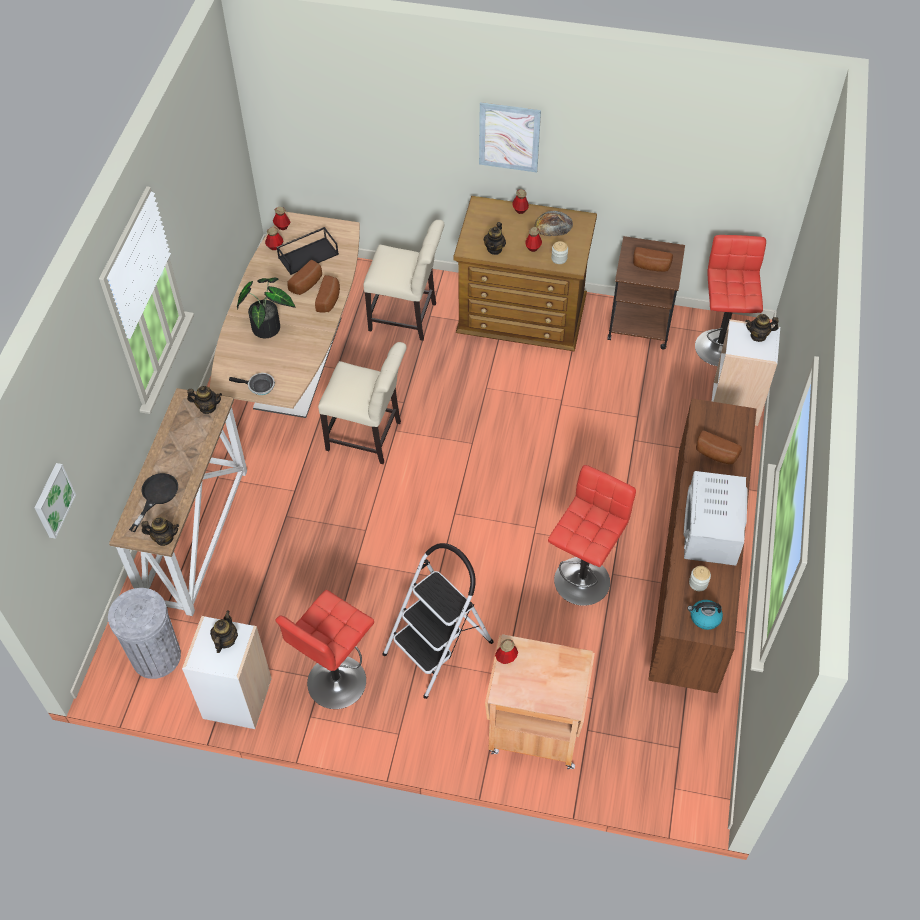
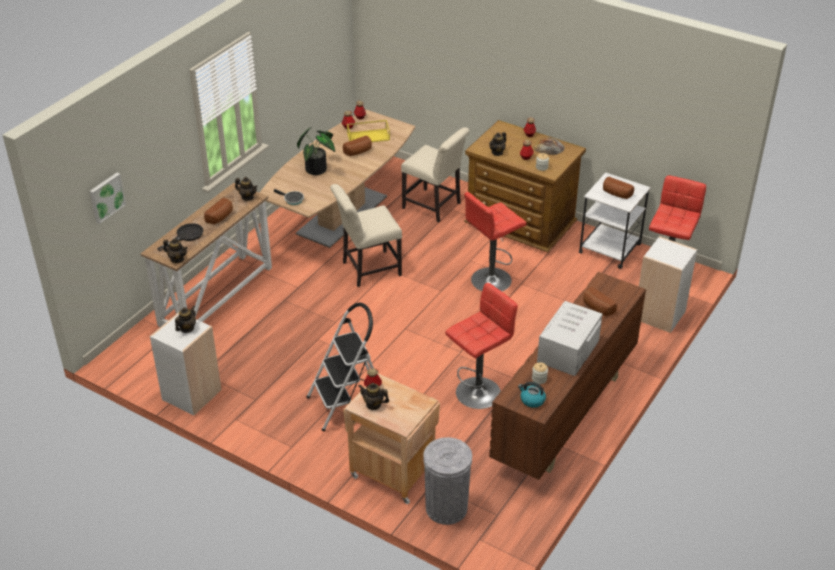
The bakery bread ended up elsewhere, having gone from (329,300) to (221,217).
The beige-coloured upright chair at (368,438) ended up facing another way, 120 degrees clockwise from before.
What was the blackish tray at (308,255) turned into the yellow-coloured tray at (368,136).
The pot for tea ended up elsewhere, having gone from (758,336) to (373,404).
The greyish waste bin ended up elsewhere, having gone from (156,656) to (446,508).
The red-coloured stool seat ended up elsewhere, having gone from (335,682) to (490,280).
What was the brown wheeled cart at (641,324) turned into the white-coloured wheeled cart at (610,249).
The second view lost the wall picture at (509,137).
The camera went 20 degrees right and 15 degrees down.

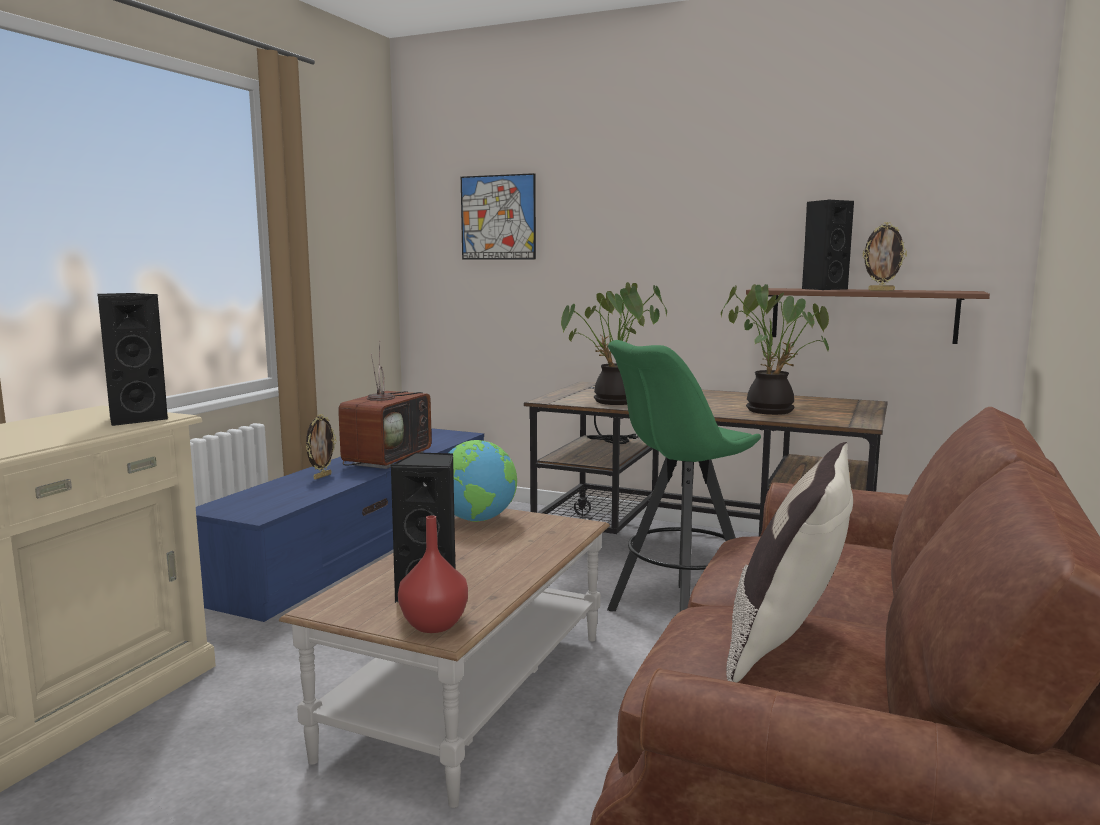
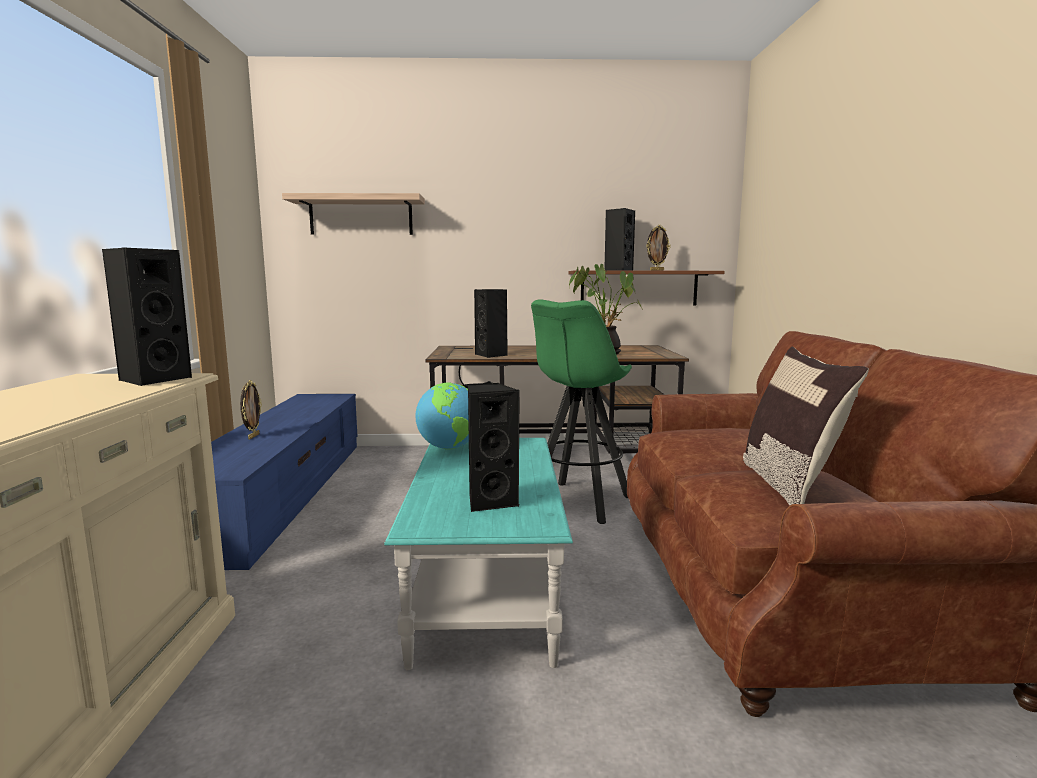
Where the wall picture hung at (498,217), the wall shelf came to hang at (361,216).
What was the brown low table at (471,692) turned into the turquoise-coloured low table at (486,583).
Where the plant in a pot stood at (612,402), the blackish audio speaker came to stand at (492,355).
The second view lost the TV at (387,458).
The second view lost the red-coloured flower vase at (434,624).
The camera went 25 degrees left and 0 degrees up.

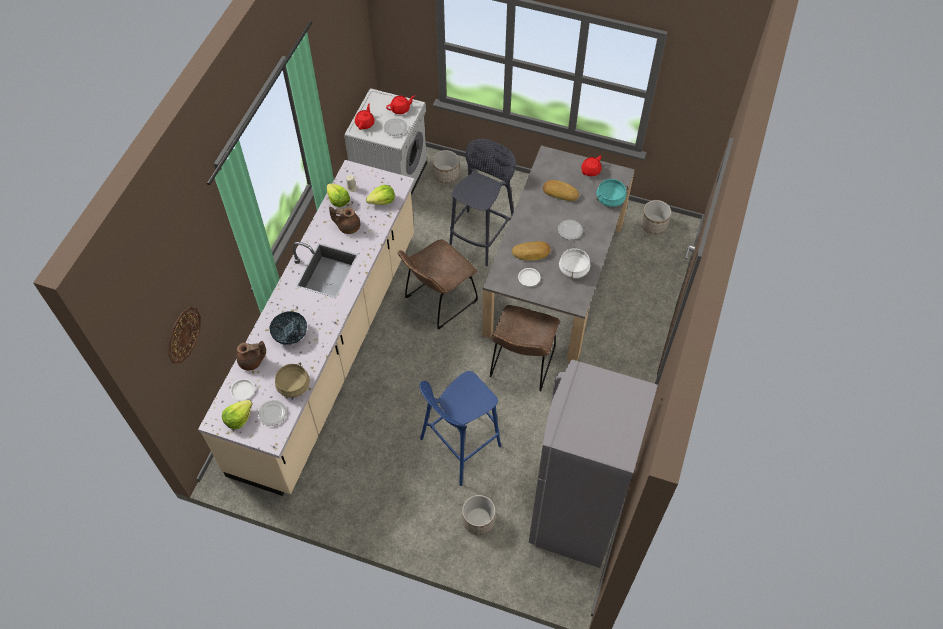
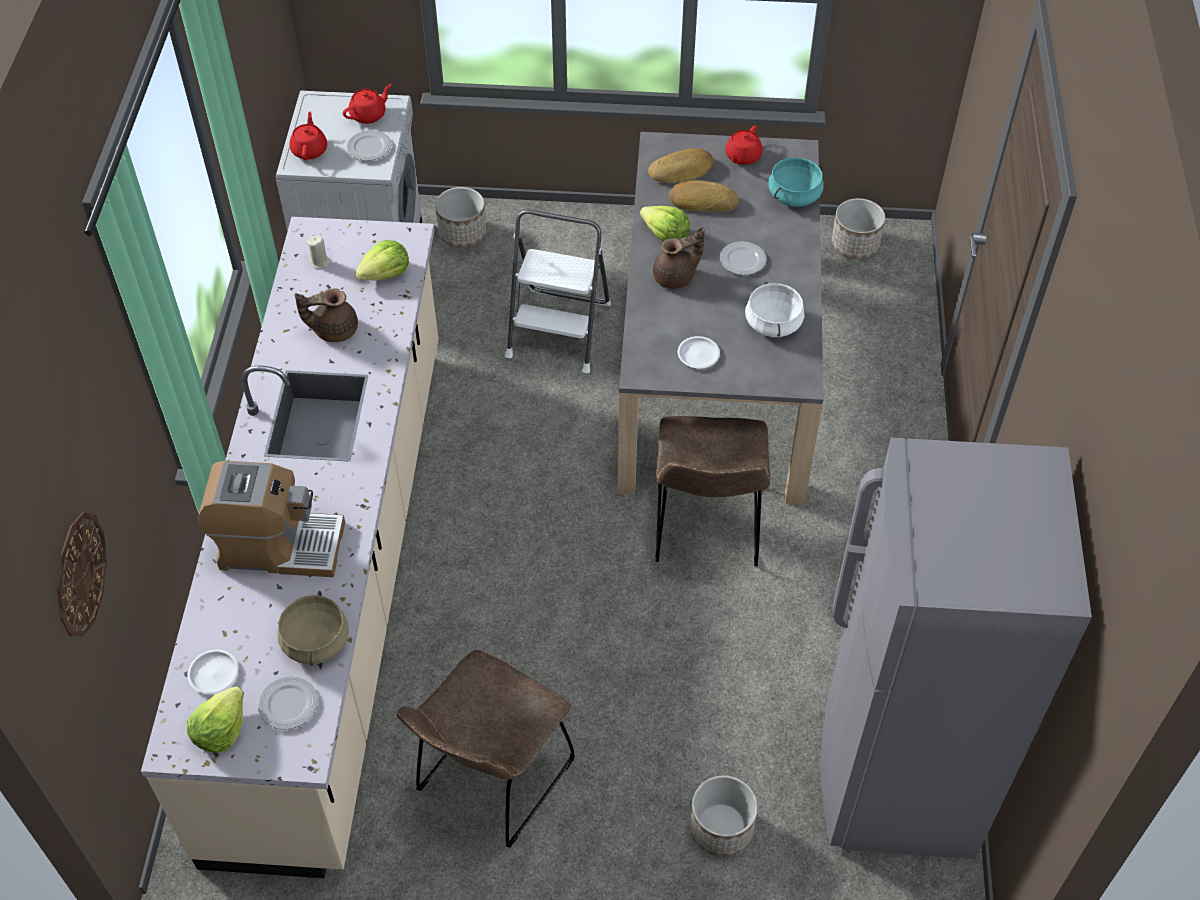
Where the serving bowl stood at (290,334), the coffee brewer came to stand at (279,545).
The brown upright chair ended up elsewhere, having gone from (438,301) to (491,781).
Where the greyish stool seat stood at (481,238), the white-coloured step stool came to stand at (561,326).
The lettuce ended up elsewhere, having gone from (338,200) to (665,235).
The bakery bread ended up elsewhere, having gone from (531,253) to (681,171).
The brown pot for tea ended up elsewhere, having gone from (252,361) to (676,277).
The second view lost the bluish stool seat at (461,446).
The camera went 15 degrees left and 5 degrees down.

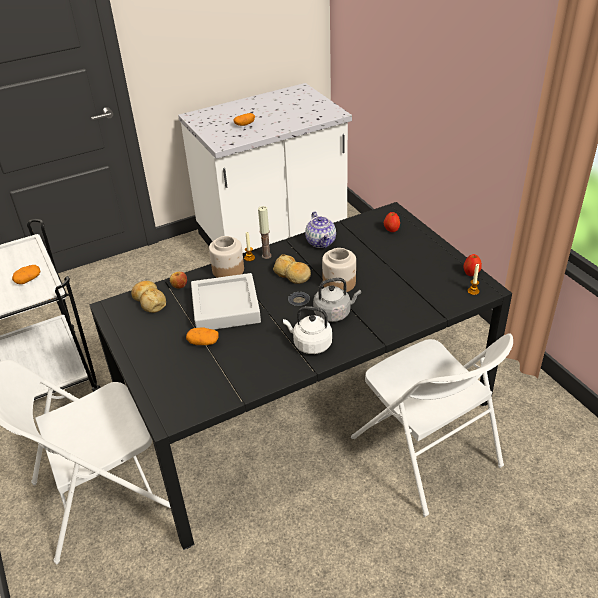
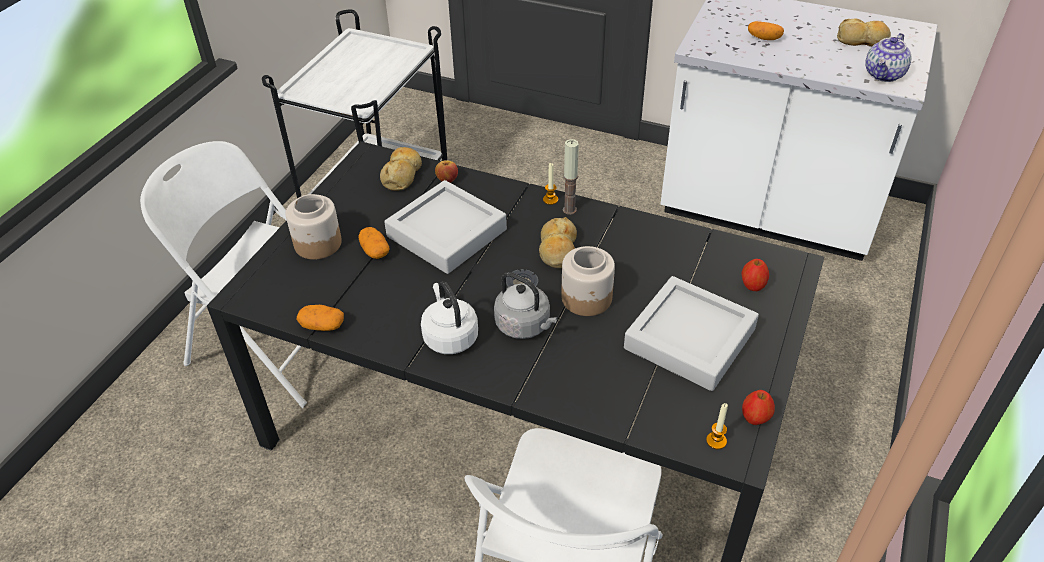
The preserve jar ended up elsewhere, having gone from (227,270) to (317,243).
The potato ended up elsewhere, having gone from (28,280) to (322,326).
The second view gained the greyish tray at (689,339).
The second view gained the bakery bread at (862,40).
The pot for tea ended up elsewhere, having gone from (321,242) to (884,75).
The camera went 50 degrees right and 5 degrees up.

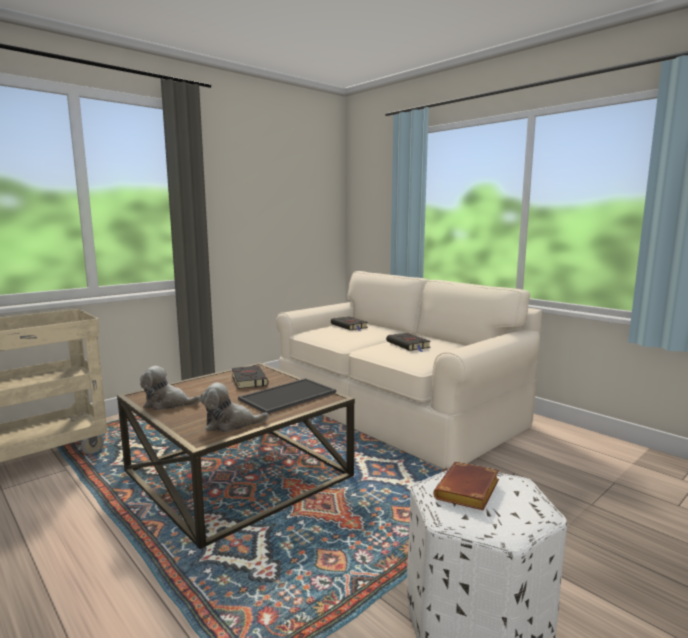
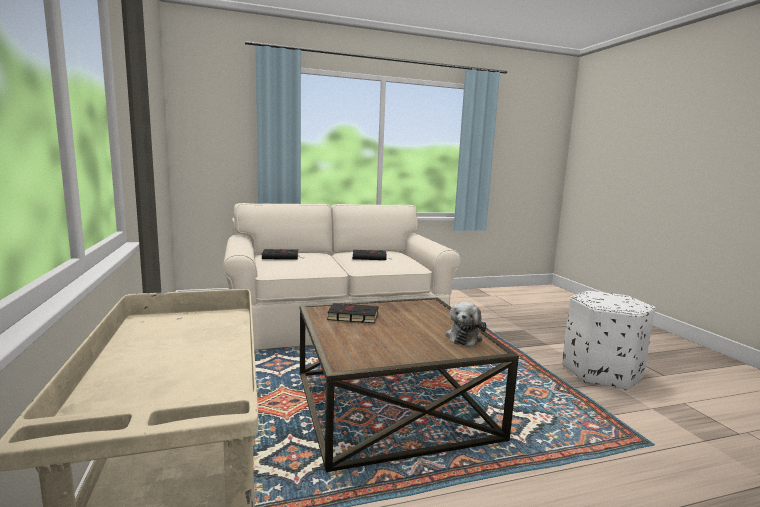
The second view lost the cuddly toy at (167,404).
The second view lost the tray at (288,396).
The second view lost the brown bound book at (468,492).
The camera went 65 degrees left and 0 degrees up.

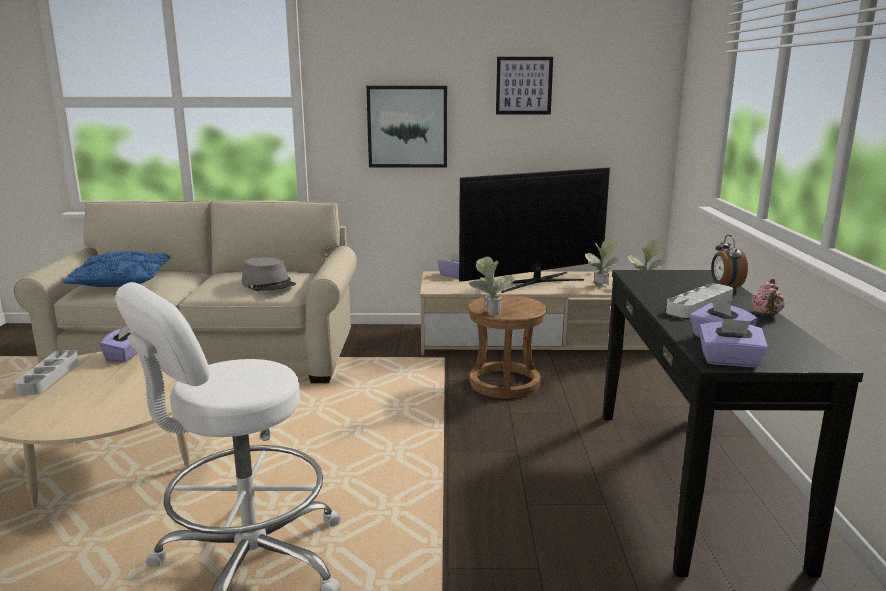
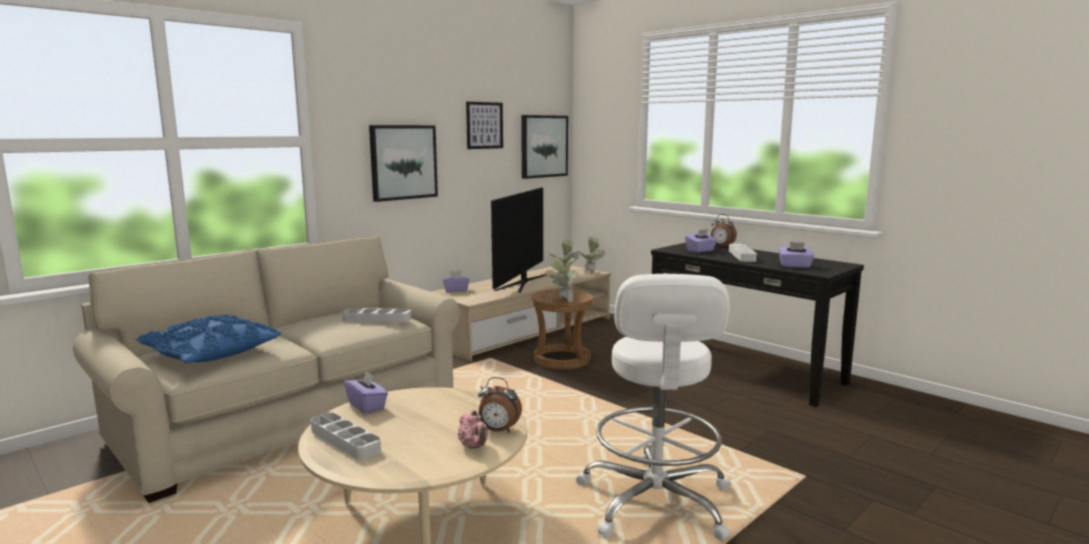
Where the greyish hat stood at (269,284), the greyish tray came to stand at (377,319).
The pinkish pot for tea ended up elsewhere, having gone from (766,315) to (474,446).
The second view gained the table clock at (498,431).
The second view gained the wall picture at (543,146).
The purplish tissue holder ended up elsewhere, having gone from (729,361) to (700,250).
The camera went 45 degrees left and 5 degrees down.

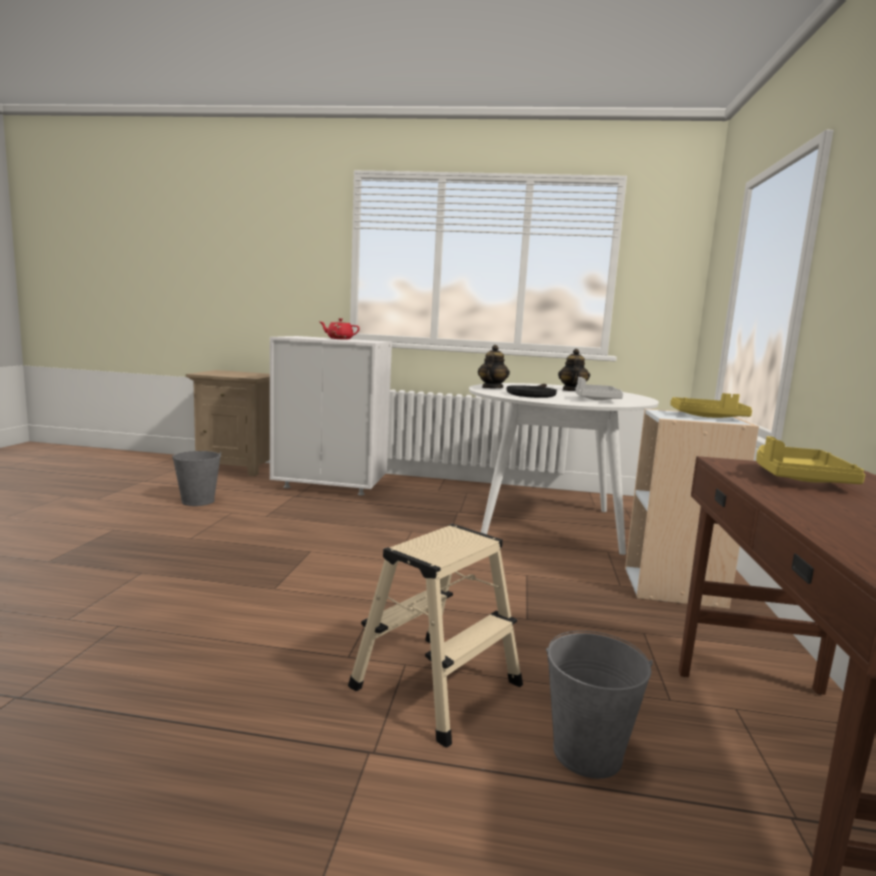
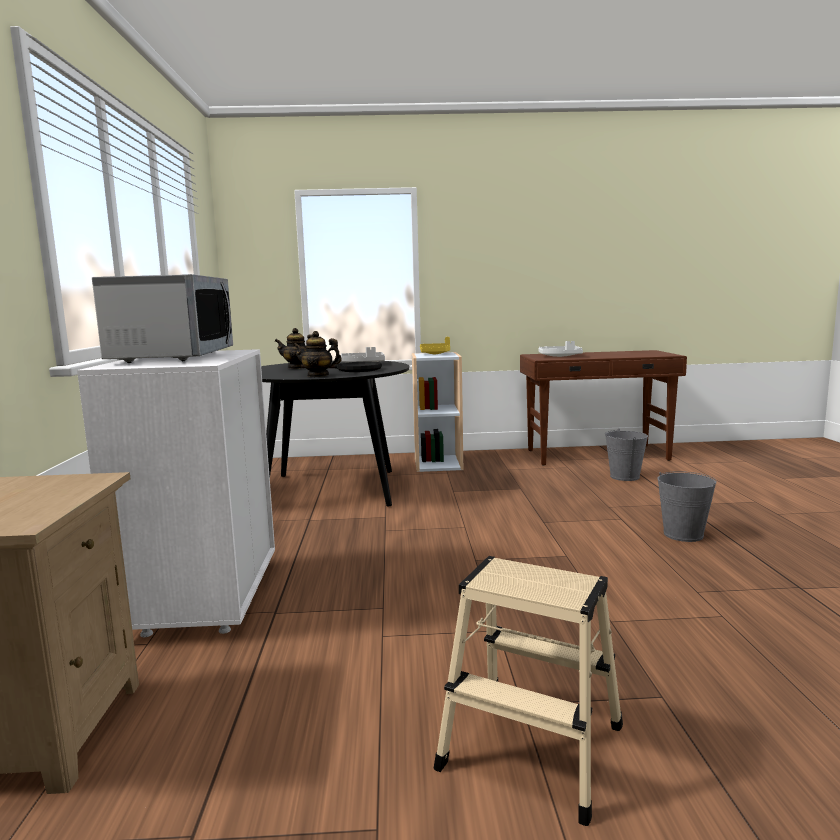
Where the red-coloured pot for tea stood at (339,339), the microwave oven came to stand at (173,357).
What was the white-coloured kitchen table at (548,524) turned into the blackish kitchen table at (331,490).
The beige-coloured step stool ended up elsewhere, having gone from (436,685) to (533,745).
What was the yellow-coloured tray at (797,478) turned into the white-coloured tray at (560,356).
The greyish bucket ended up elsewhere, having gone from (198,501) to (683,535).
The camera went 100 degrees left and 0 degrees up.

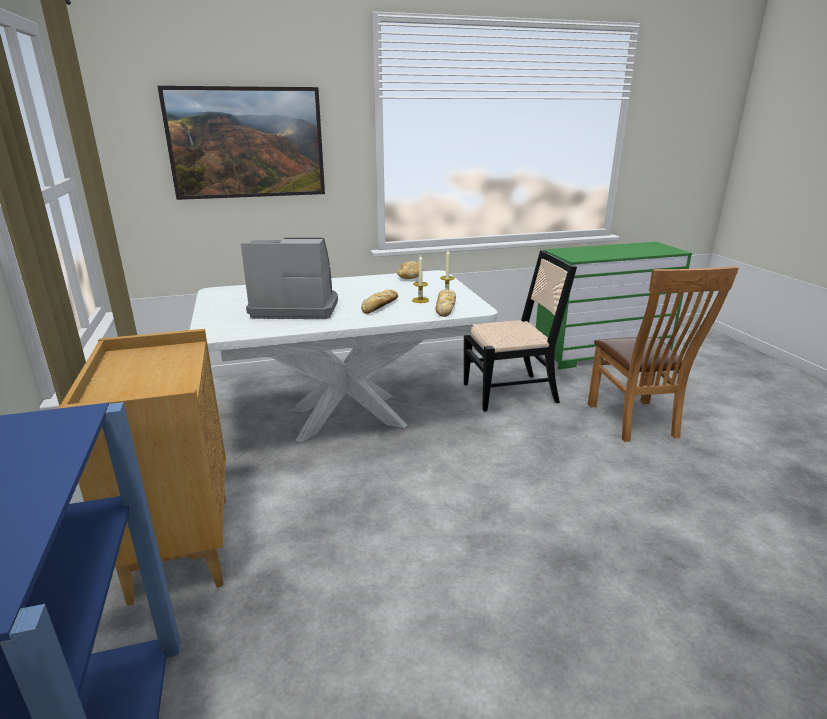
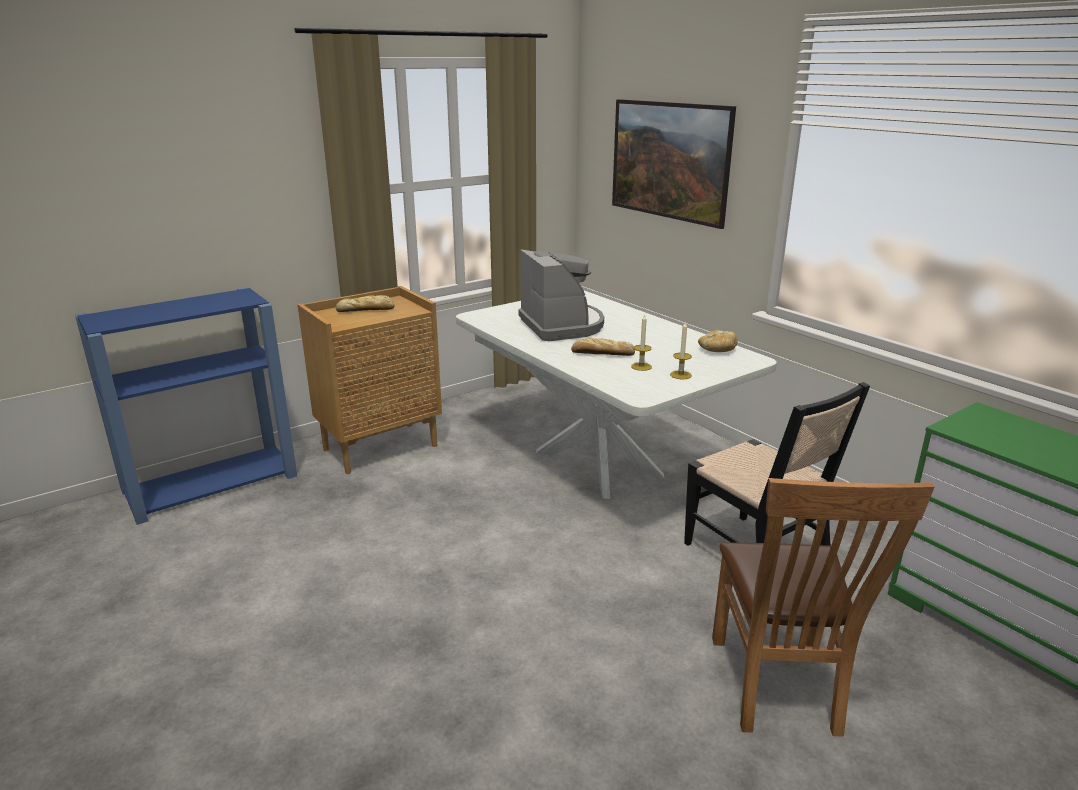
The bakery bread ended up elsewhere, having gone from (445,307) to (366,309).
The brown upright chair at (636,423) ended up facing another way, 60 degrees counterclockwise from before.
The camera went 70 degrees right and 0 degrees up.

